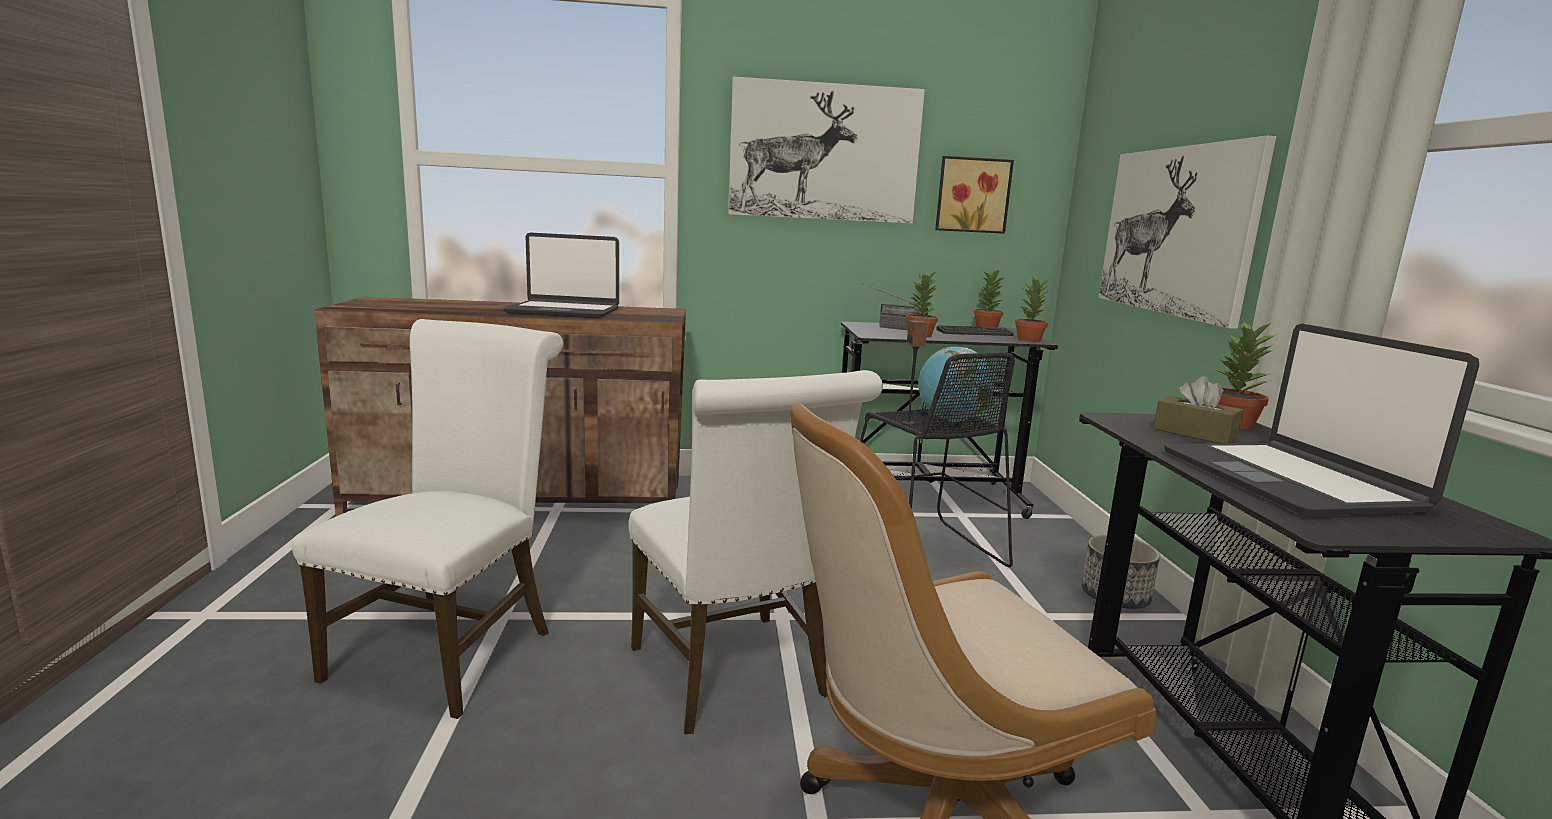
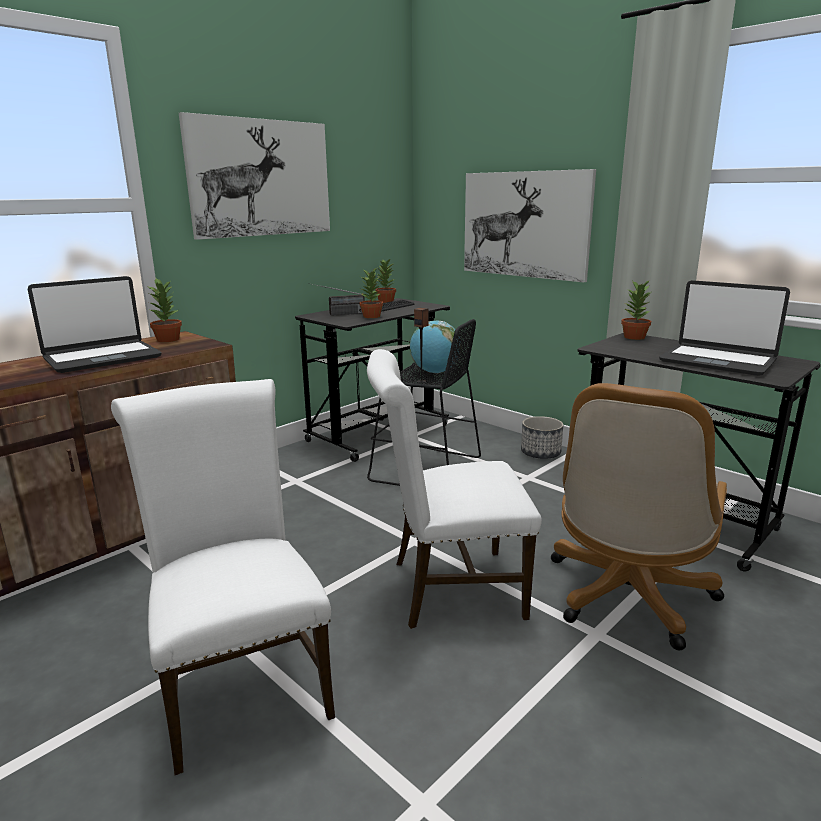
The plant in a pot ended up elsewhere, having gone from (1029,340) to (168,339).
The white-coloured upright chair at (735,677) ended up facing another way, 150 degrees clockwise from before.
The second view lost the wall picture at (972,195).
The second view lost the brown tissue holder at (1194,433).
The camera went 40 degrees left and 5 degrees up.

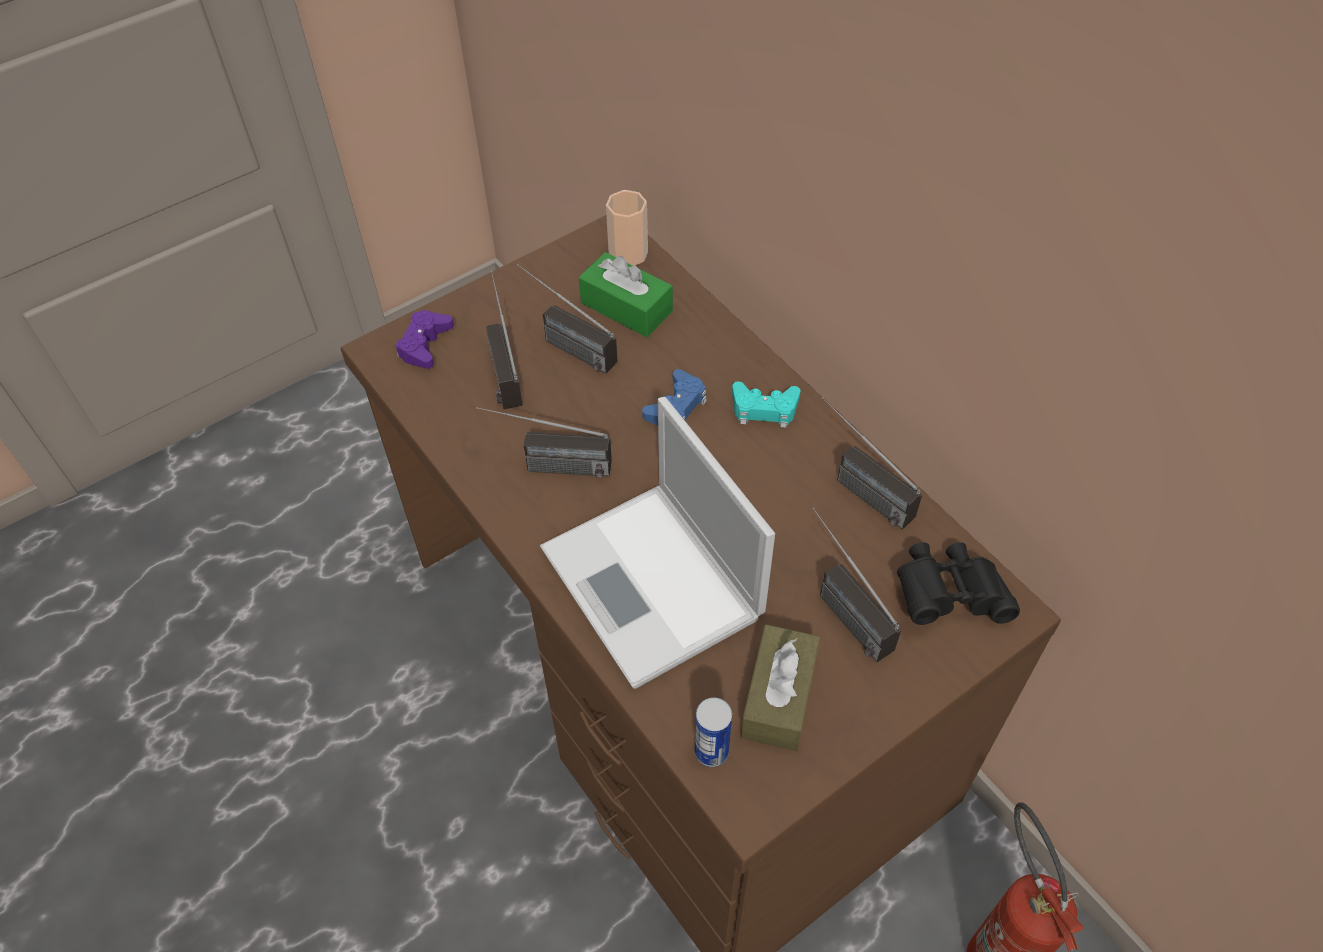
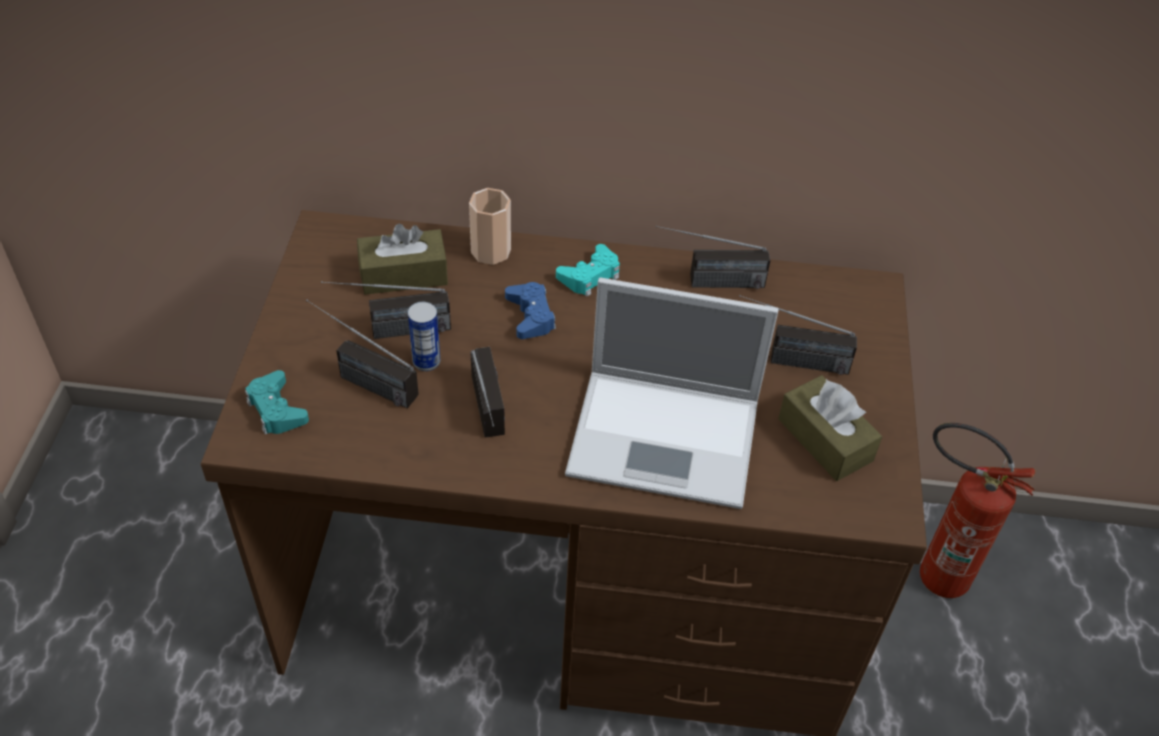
What was the purplish gamepad at (425,344) turned into the turquoise-coloured gamepad at (276,409).
What was the green tissue holder at (626,307) turned into the brown tissue holder at (403,275).
The metal can ended up elsewhere, having gone from (711,752) to (426,361).
The cup ended up elsewhere, having gone from (628,253) to (491,251).
The radio at (547,466) ended up facing another way, 60 degrees counterclockwise from before.
The second view lost the blackish field glasses at (949,595).
The camera went 50 degrees left and 5 degrees down.

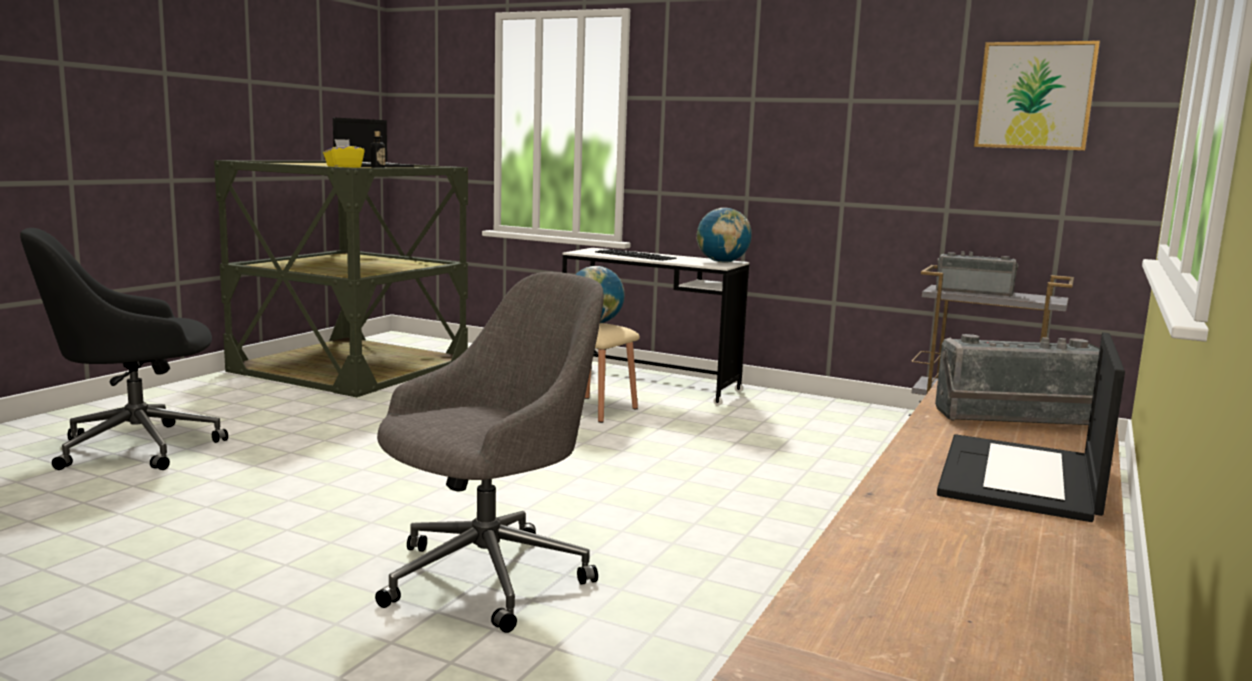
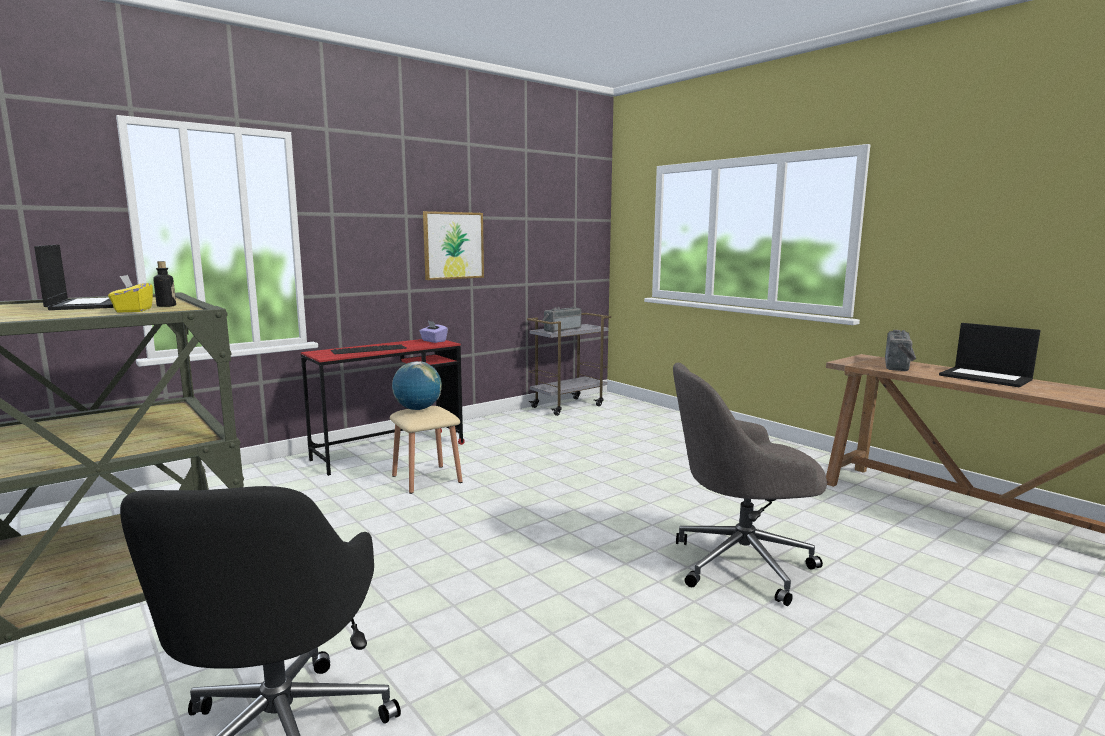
What was the white-coloured desk unit at (649,385) turned into the red-coloured desk unit at (389,452).
Where the globe stood at (722,262), the purplish tissue holder came to stand at (433,341).
The wall picture ended up elsewhere, having gone from (1035,96) to (453,245).
The greyish computer chair at (488,577) ended up facing another way, 75 degrees counterclockwise from before.
The camera went 65 degrees left and 0 degrees up.

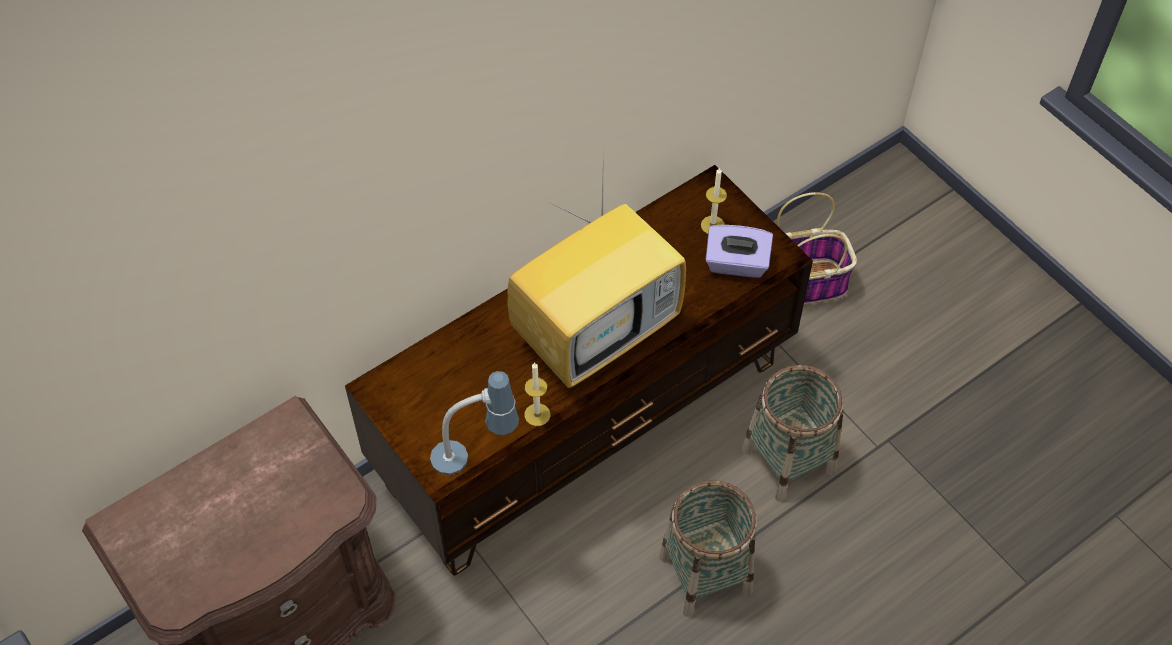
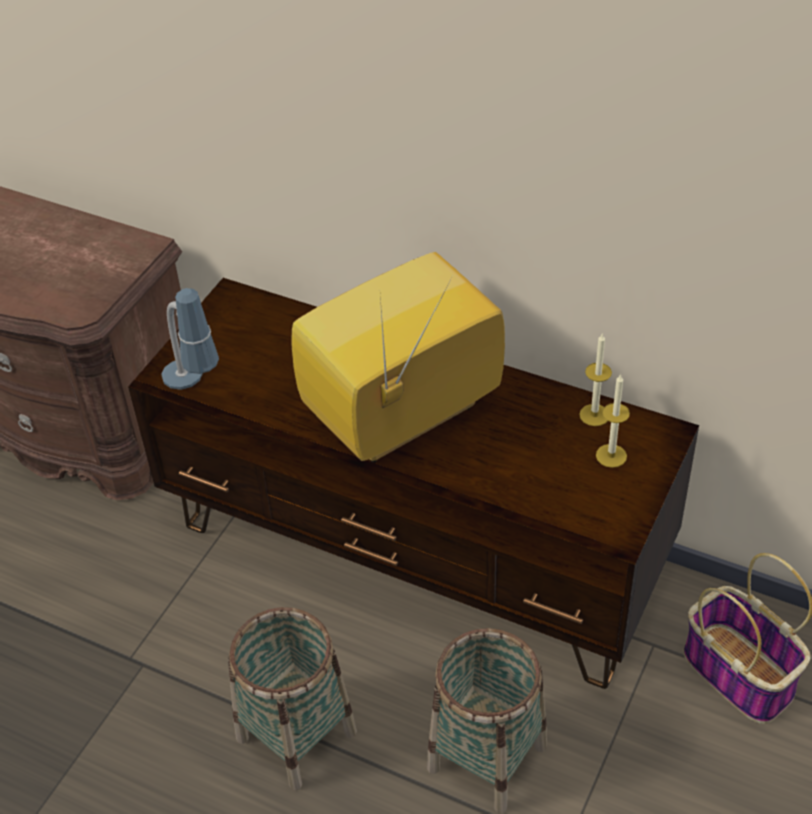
The TV at (597,330) ended up facing another way, 120 degrees clockwise from before.
The candle ended up elsewhere, having gone from (537,414) to (594,415).
The second view lost the purplish tissue holder at (736,264).
The camera went 65 degrees right and 10 degrees down.

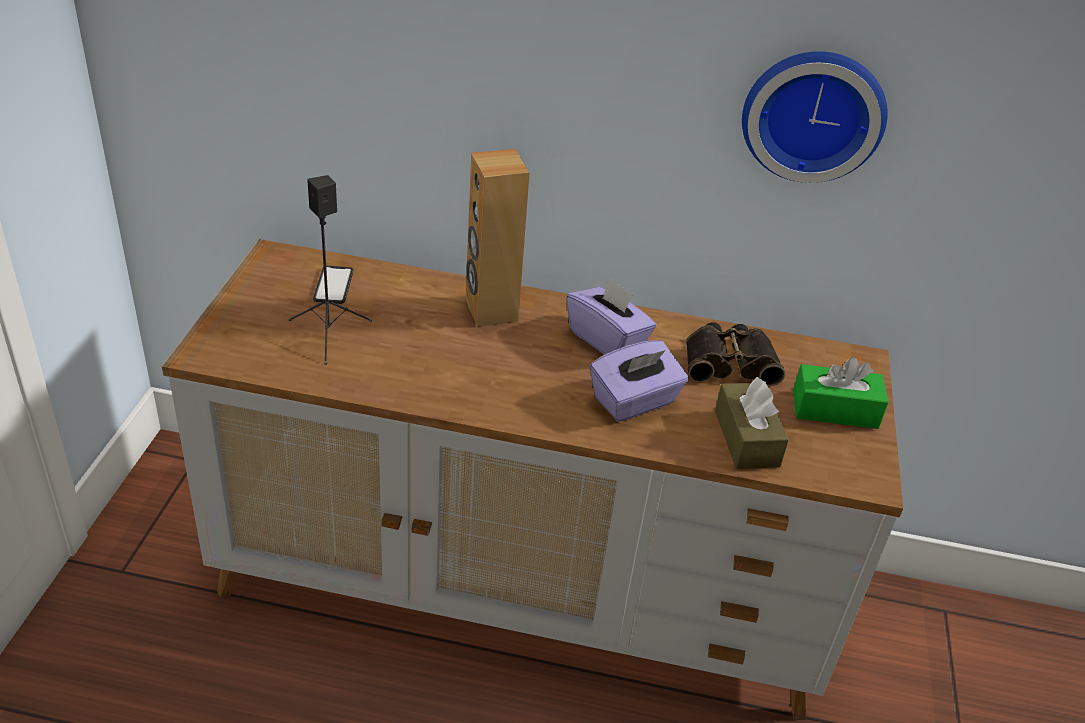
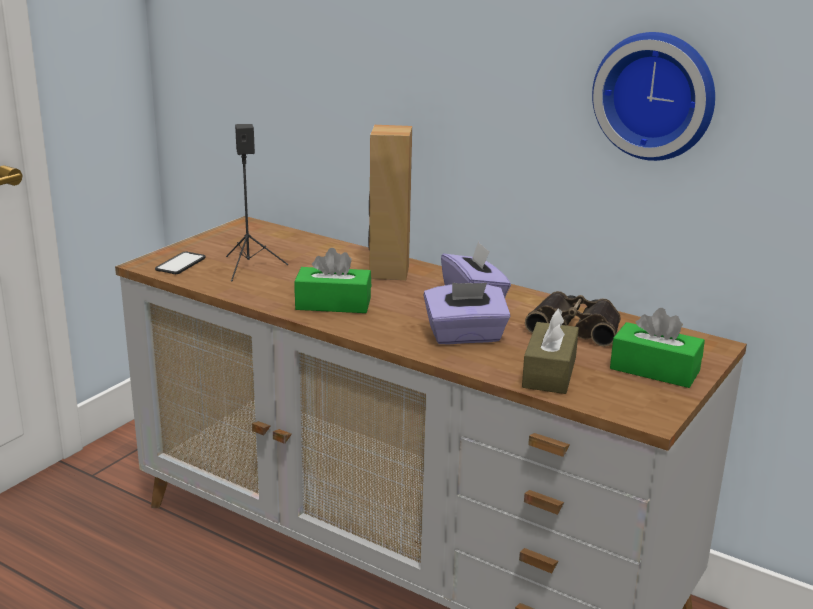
The phone ended up elsewhere, having gone from (333,285) to (180,264).
The second view gained the green tissue holder at (333,304).
The camera went 25 degrees right and 15 degrees down.

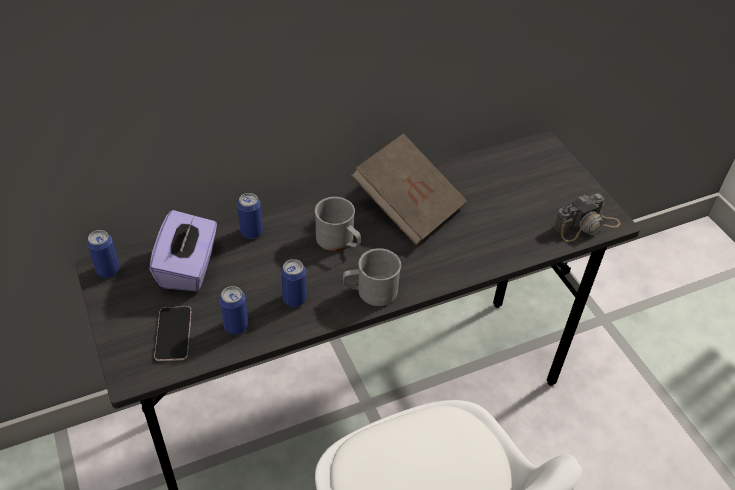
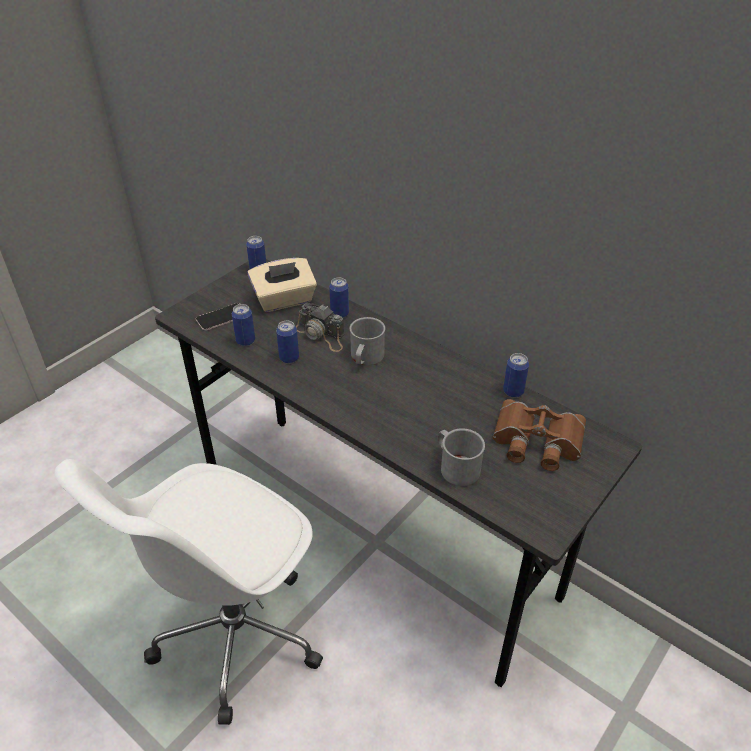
What was the purplish tissue holder at (189,267) turned into the beige-coloured tissue holder at (284,300).
The still camera ended up elsewhere, having gone from (586,225) to (321,335).
The greyish tea mug ended up elsewhere, having gone from (370,291) to (456,466).
The second view gained the brown field glasses at (536,442).
The second view gained the metal can at (513,391).
The second view lost the brown bound book at (408,206).
The camera went 65 degrees right and 5 degrees down.

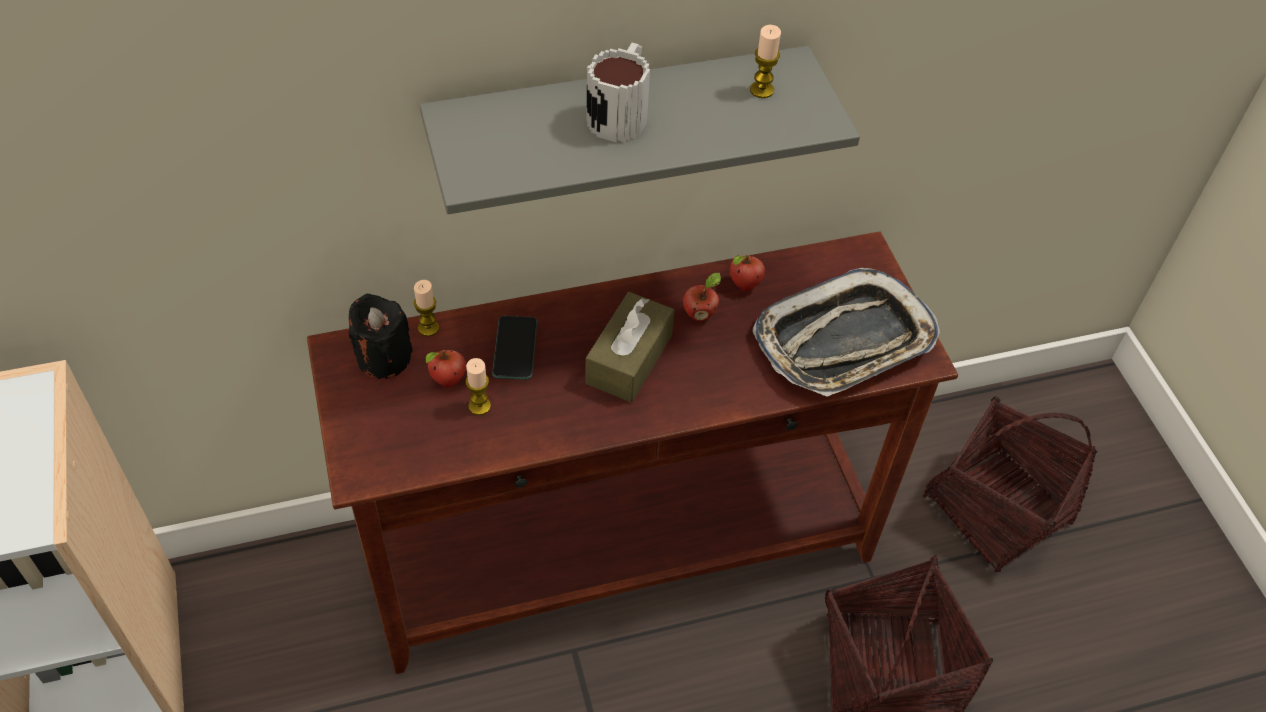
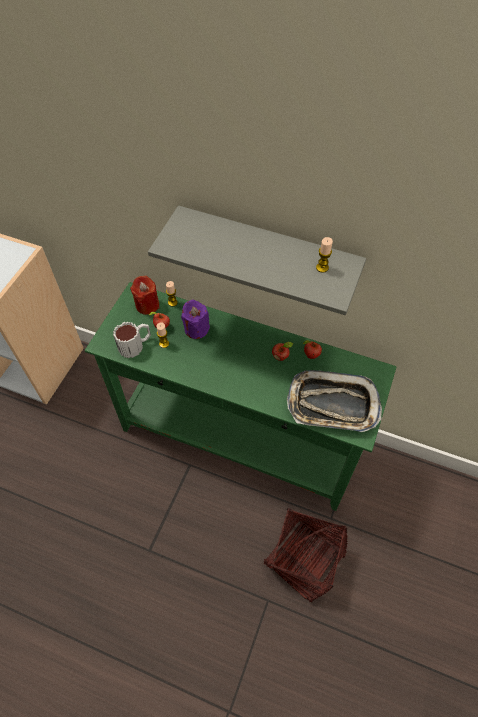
What was the brown narrow table at (623,545) turned into the green narrow table at (240,437).
The tea mug ended up elsewhere, having gone from (621,113) to (135,345).
What was the blackish candle at (383,358) turned into the red-coloured candle at (147,305).
Where the phone stood at (515,349), the purplish candle came to stand at (196,329).
The second view lost the brown tissue holder at (629,359).
The second view lost the storage basket at (997,510).
The camera went 40 degrees right and 5 degrees up.

